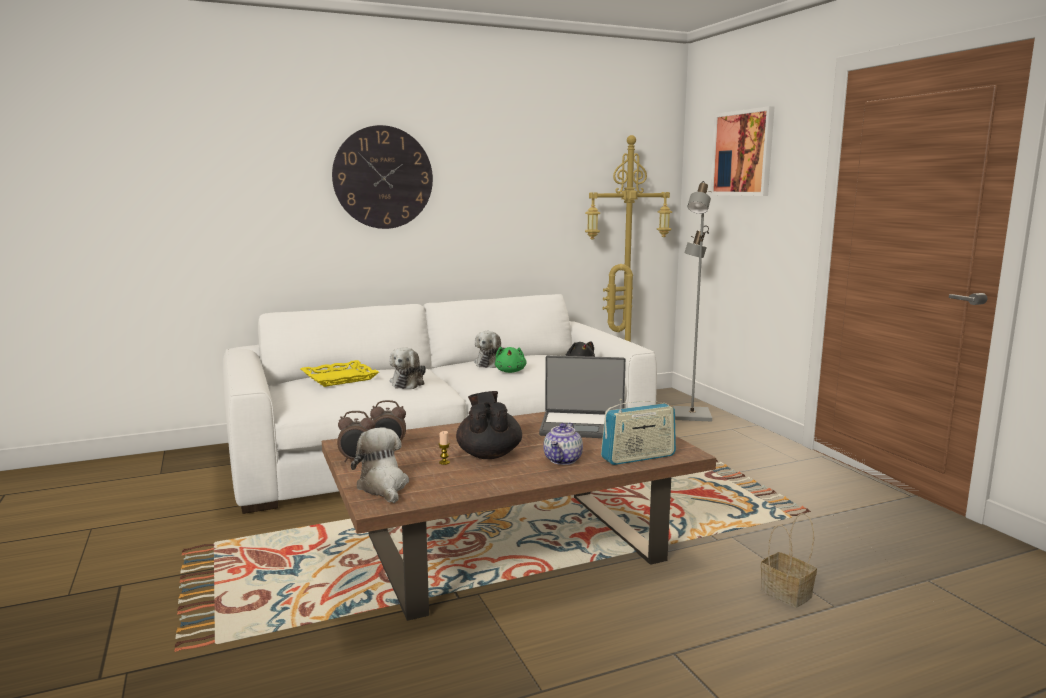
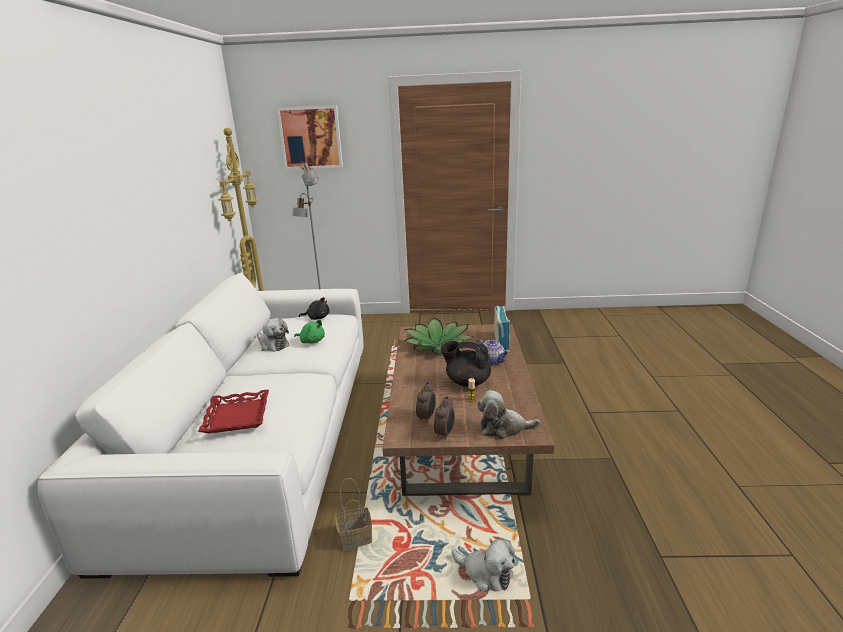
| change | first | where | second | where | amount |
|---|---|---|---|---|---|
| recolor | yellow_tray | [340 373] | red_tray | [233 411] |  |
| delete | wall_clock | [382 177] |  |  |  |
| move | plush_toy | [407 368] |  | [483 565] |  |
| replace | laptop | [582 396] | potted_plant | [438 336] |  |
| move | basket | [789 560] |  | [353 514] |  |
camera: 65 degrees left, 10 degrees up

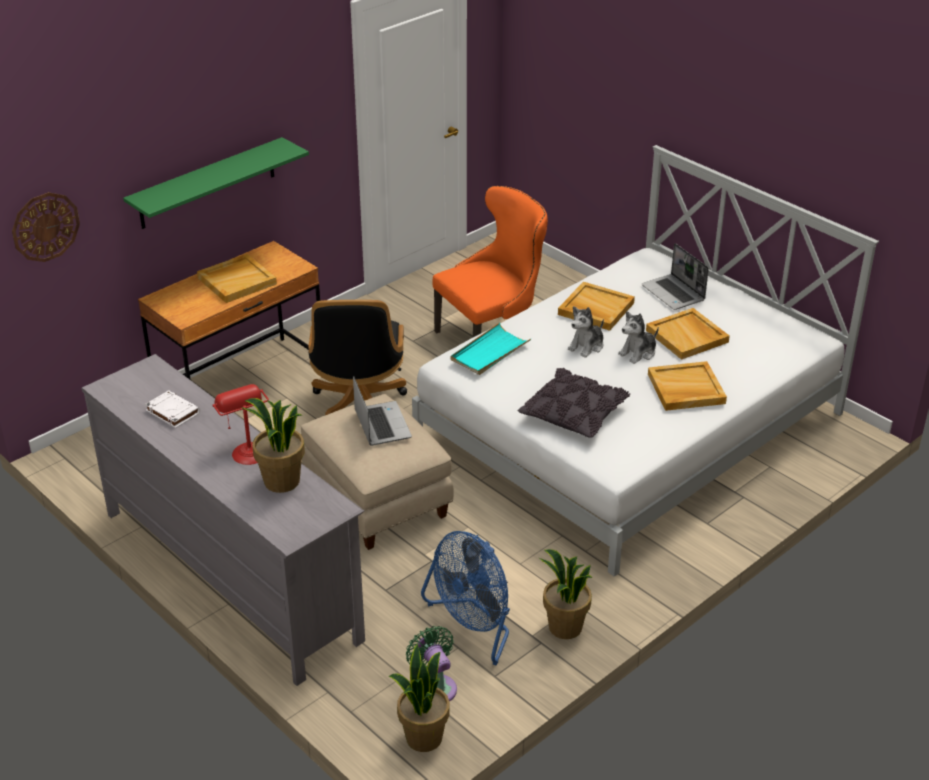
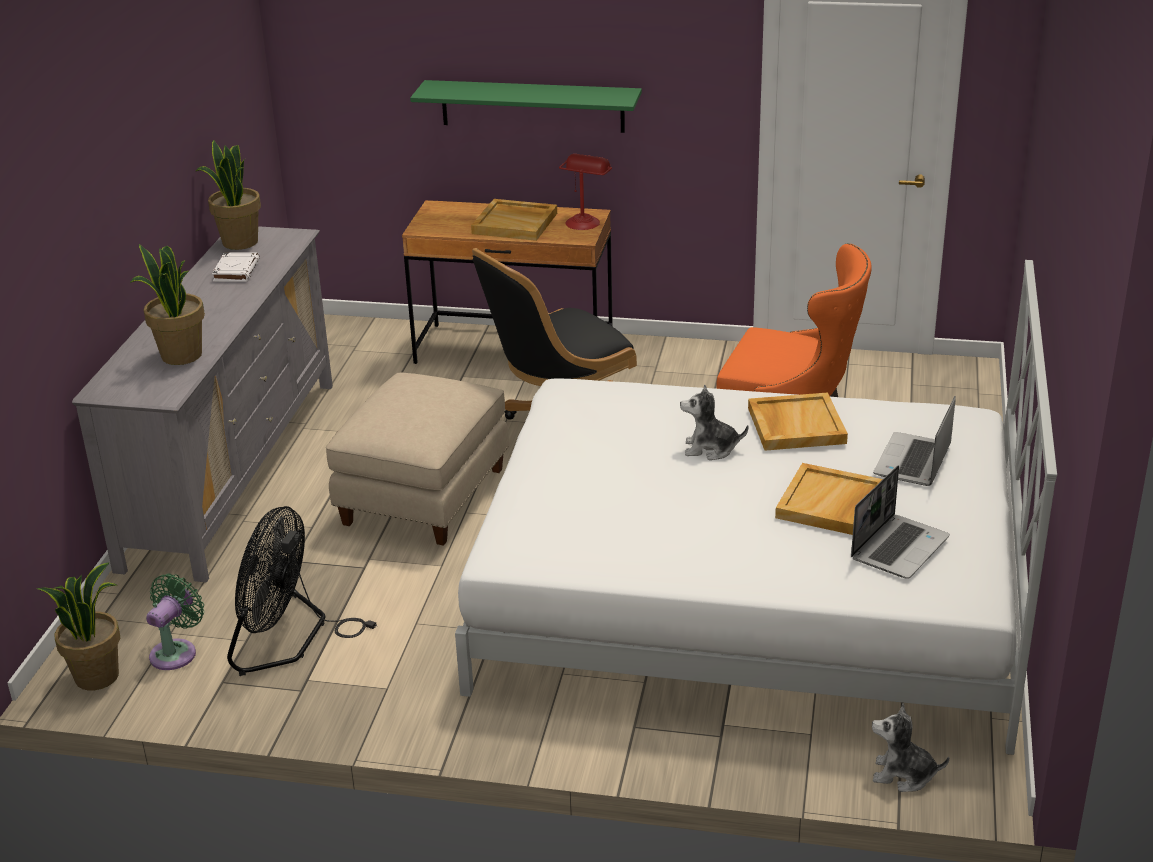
| change | first | where | second | where | amount |
|---|---|---|---|---|---|
| delete | wall_clock | [46 227] |  |  |  |
| move | red_table_lamp | [241 424] |  | [585 192] |  |
| move | laptop | [382 411] |  | [900 522] |  |
| recolor | blue_fan | [465 598] | black_fan | [302 591] |  |
| delete | turquoise_tray | [491 349] |  |  |  |
| delete | black_pillow | [574 403] |  |  |  |
| move | potted_plant | [565 594] |  | [228 195] |  |
| move | plush_toy | [638 337] |  | [910 748] |  |
| delete | beige_tray | [687 386] |  |  |  |
camera: 55 degrees right, 5 degrees down

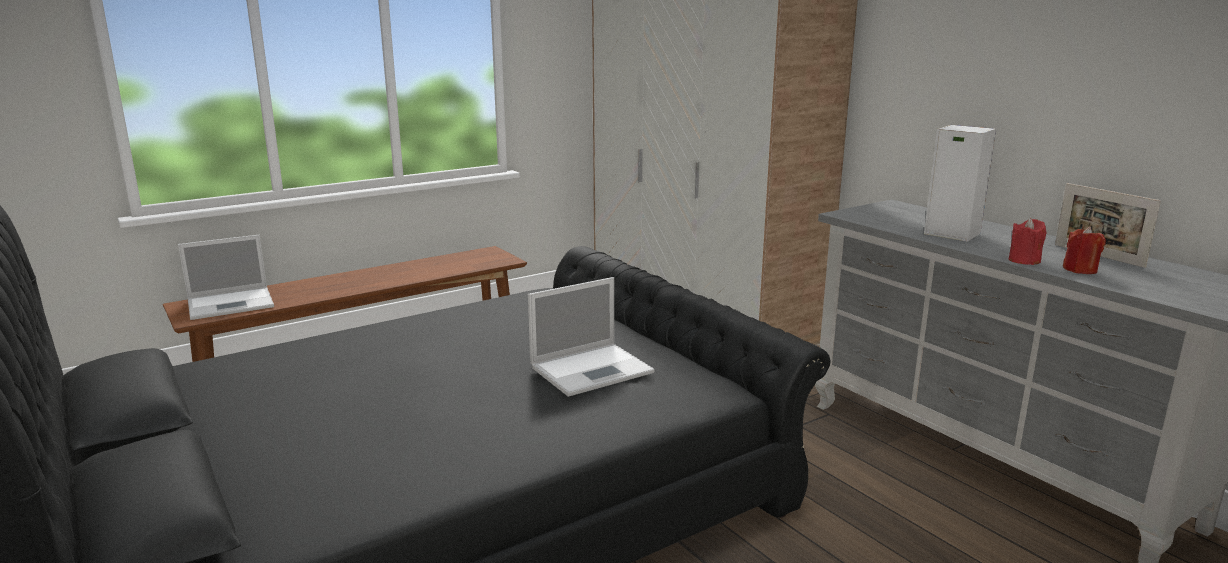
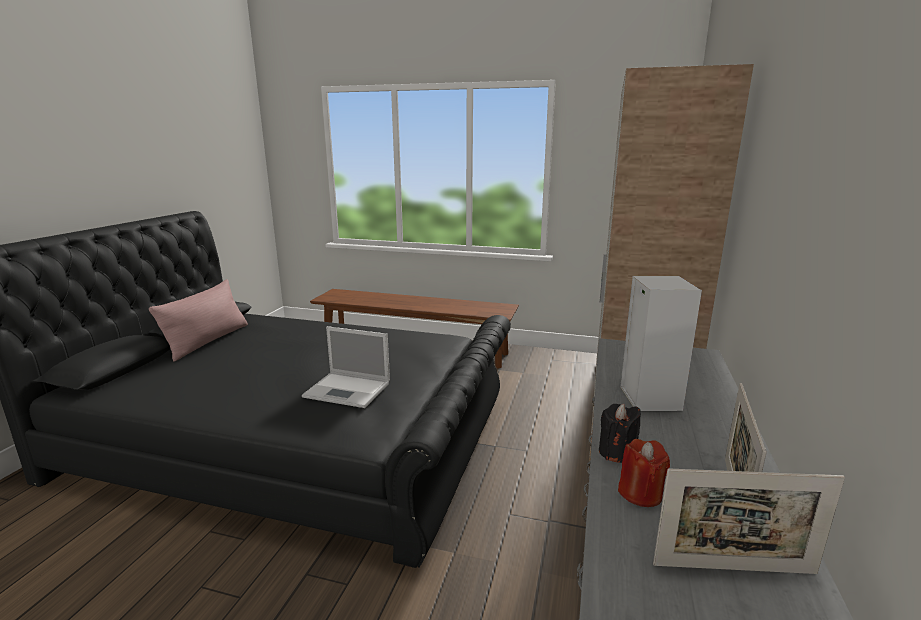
| change | first | where | second | where | amount |
|---|---|---|---|---|---|
| delete | laptop | [226 277] |  |  |  |
| recolor | red_candle | [1027 241] | black_candle | [620 433] |  |
| insert |  |  | pink_pillow | [198 320] |  |
| insert |  |  | picture_frame | [749 521] |  |
camera: 50 degrees right, 0 degrees up

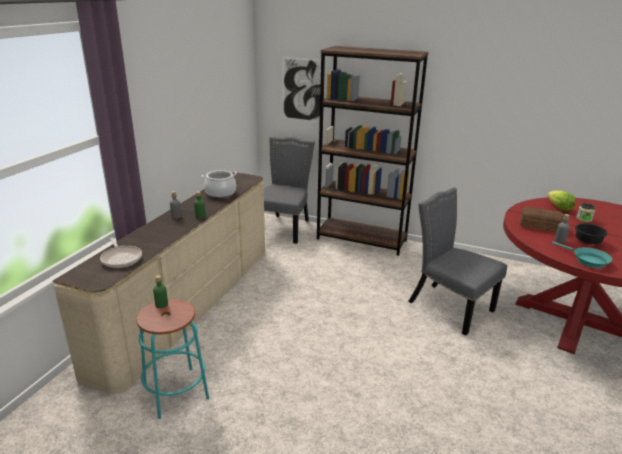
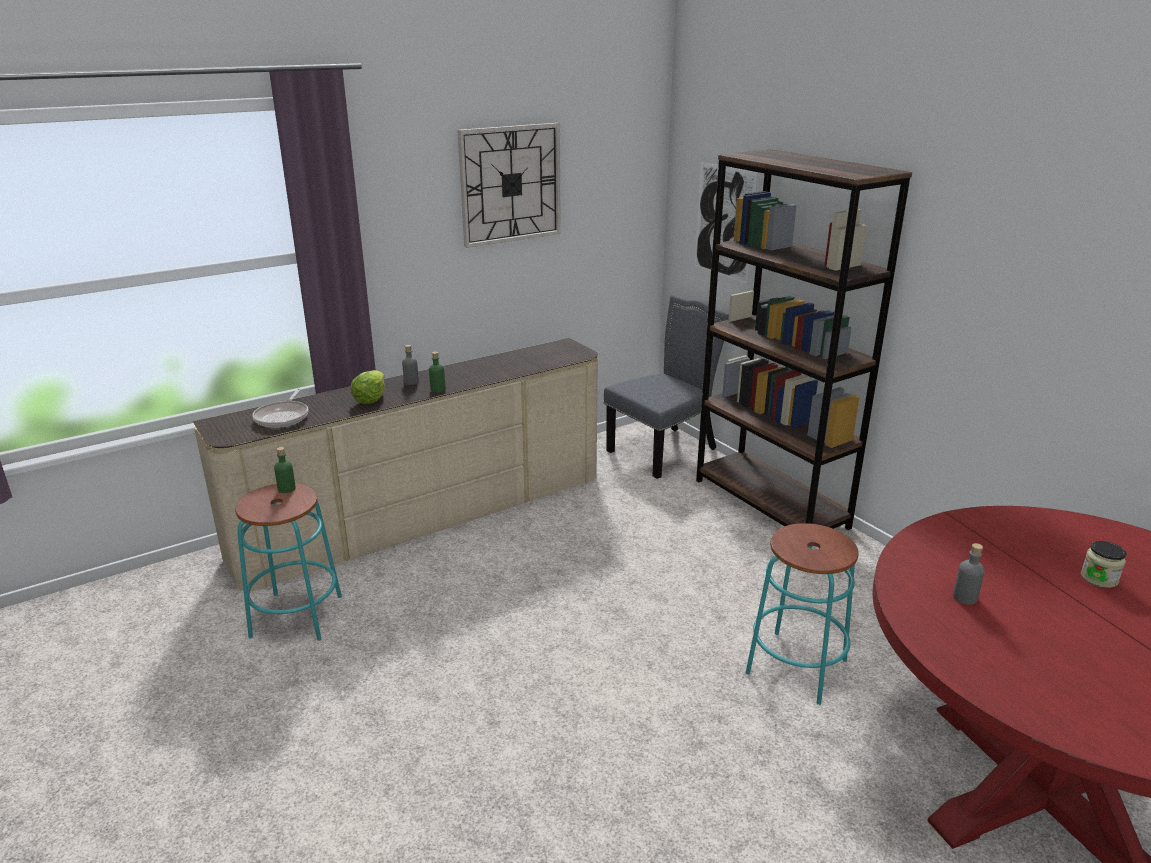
| change | first | where | second | where | amount |
|---|---|---|---|---|---|
| delete | cooking_pot | [219 184] |  |  |  |
| replace | grey_chair | [458 261] | turquoise_stool | [802 614] |  |
| delete | bread | [542 219] |  |  |  |
| move | lettuce | [561 200] |  | [368 387] |  |
| delete | turquoise_frying_pan | [582 255] |  |  |  |
| delete | black_bowl | [591 233] |  |  |  |
| insert |  |  | wall_clock | [509 185] |  |
camera: 35 degrees right, 0 degrees up

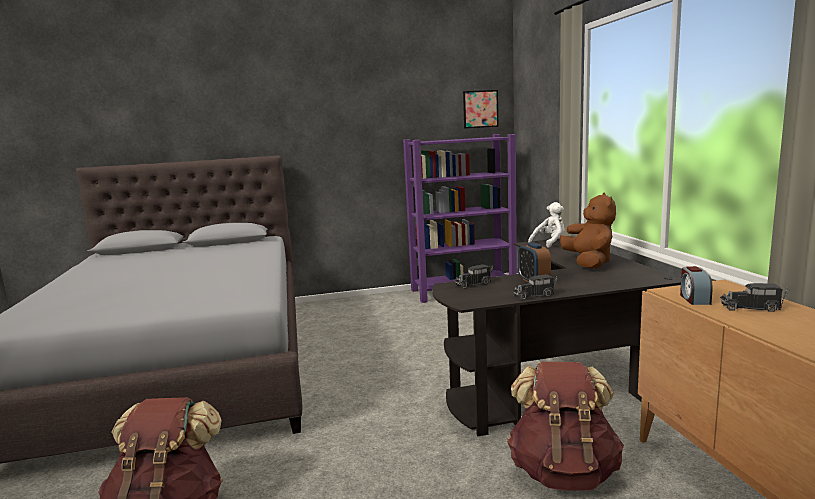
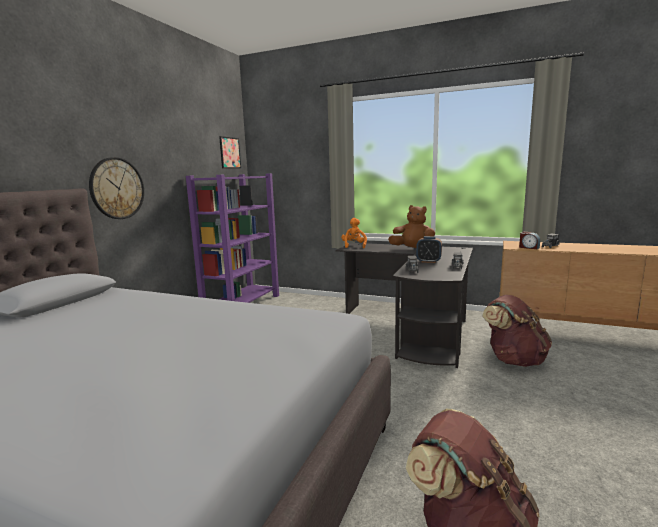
| change | first | where | second | where | amount |
|---|---|---|---|---|---|
| recolor | white_plush_toy | [546 225] | orange_plush_toy | [354 233] |  |
| insert |  |  | wall_clock | [116 188] |  |
camera: 55 degrees left, 0 degrees up

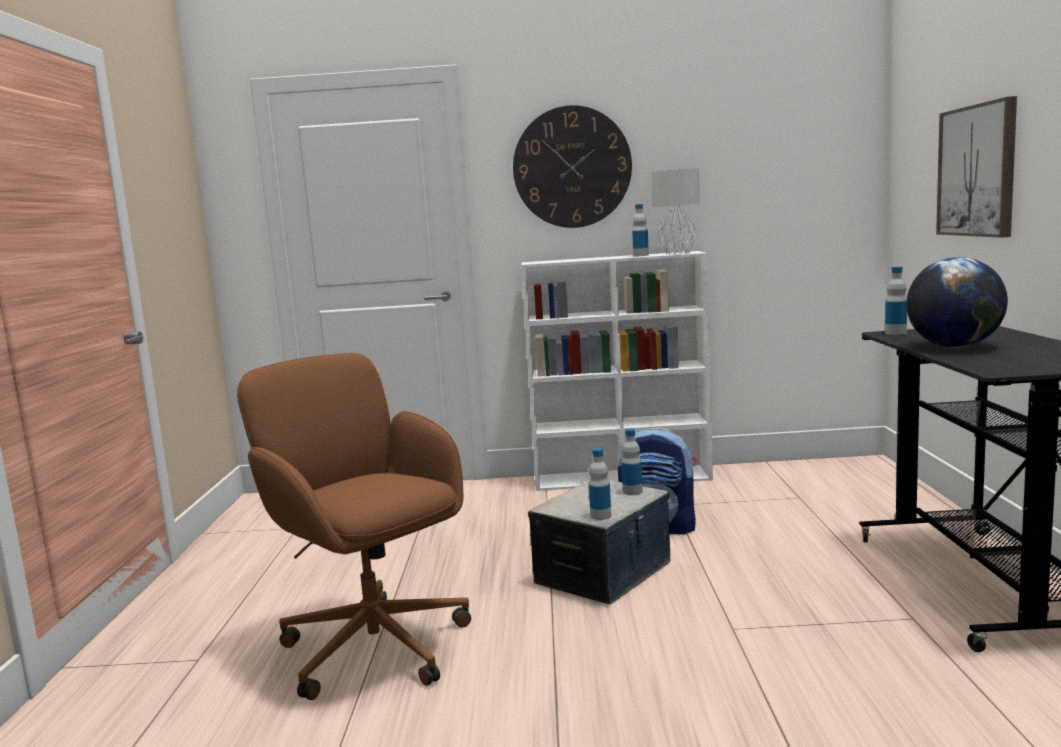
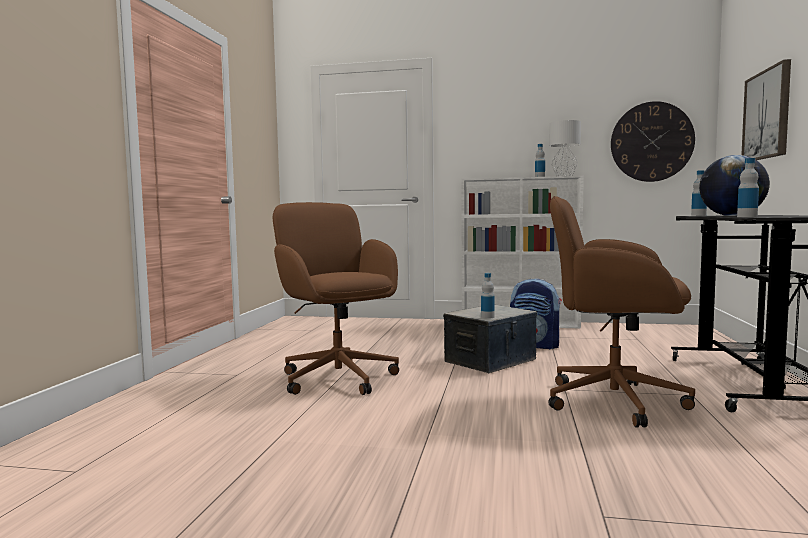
| change | first | where | second | where | amount |
|---|---|---|---|---|---|
| move | wall_clock | [572 166] |  | [653 141] |  |
| move | bottle | [632 461] |  | [748 187] |  |
| insert |  |  | brown_office_chair | [621 311] |  |
camera: 10 degrees right, 5 degrees down

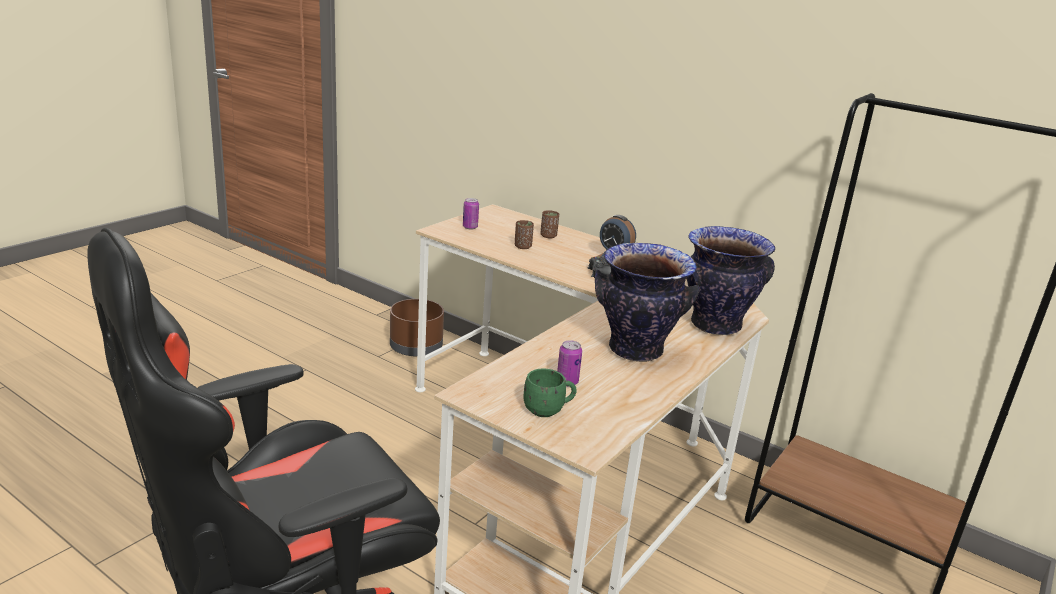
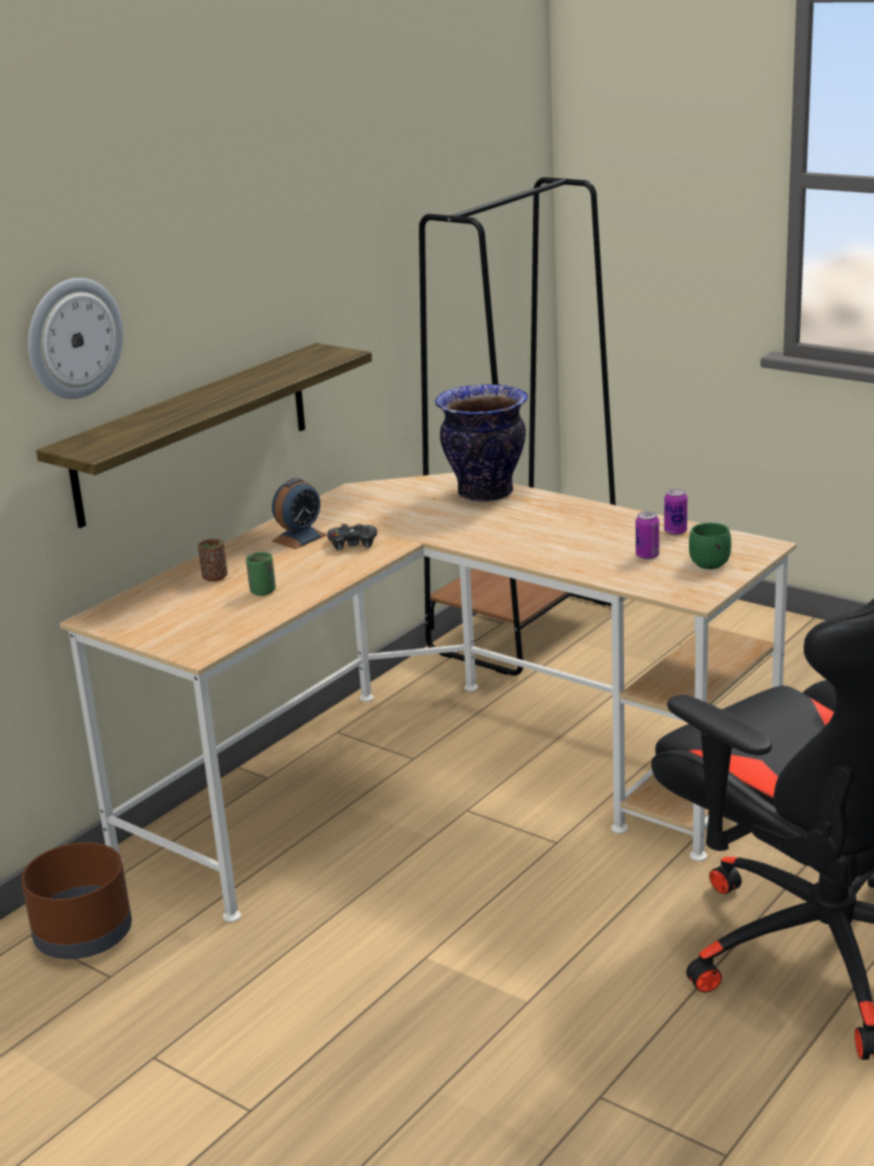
| change | first | where | second | where | amount |
|---|---|---|---|---|---|
| move | can | [471 213] |  | [675 512] |  |
| recolor | brown_cup | [524 234] | green_cup | [261 574] |  |
| delete | vase | [647 302] |  |  |  |
| insert |  |  | wall_clock | [75 338] |  |
| insert |  |  | shelf | [204 435] |  |
camera: 85 degrees left, 0 degrees up

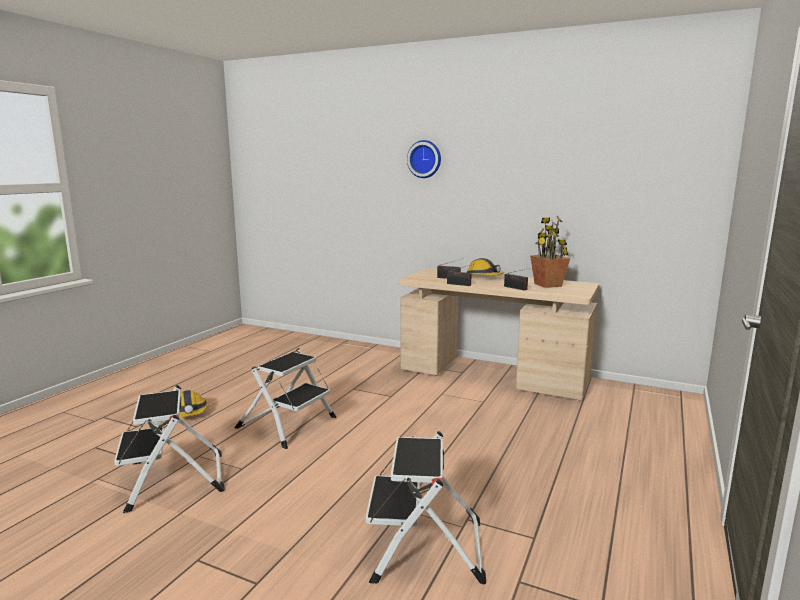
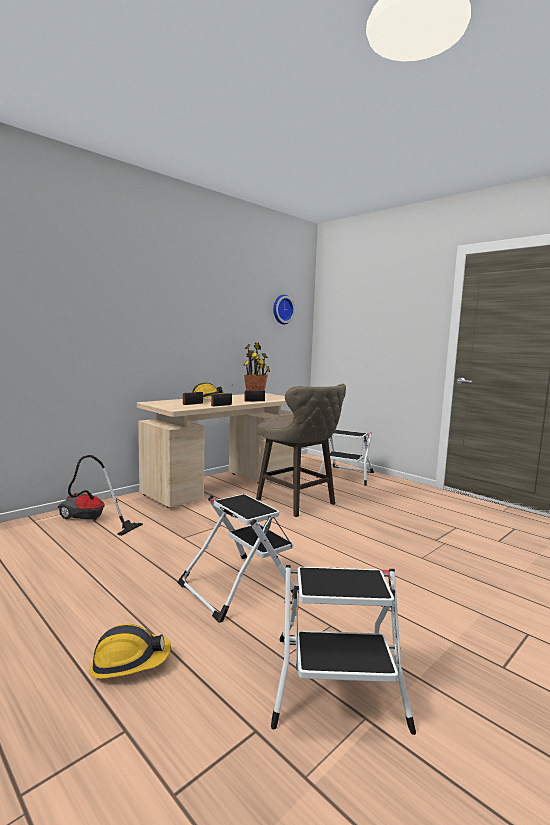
| change | first | where | second | where | amount |
|---|---|---|---|---|---|
| move | step_ladder | [426 507] |  | [345 458] |  |
| move | wall_clock | [424 159] |  | [284 309] |  |
| insert |  |  | vacuum_cleaner | [100 495] |  |
| insert |  |  | beige_stool | [301 450] |  |
camera: 70 degrees left, 5 degrees down

